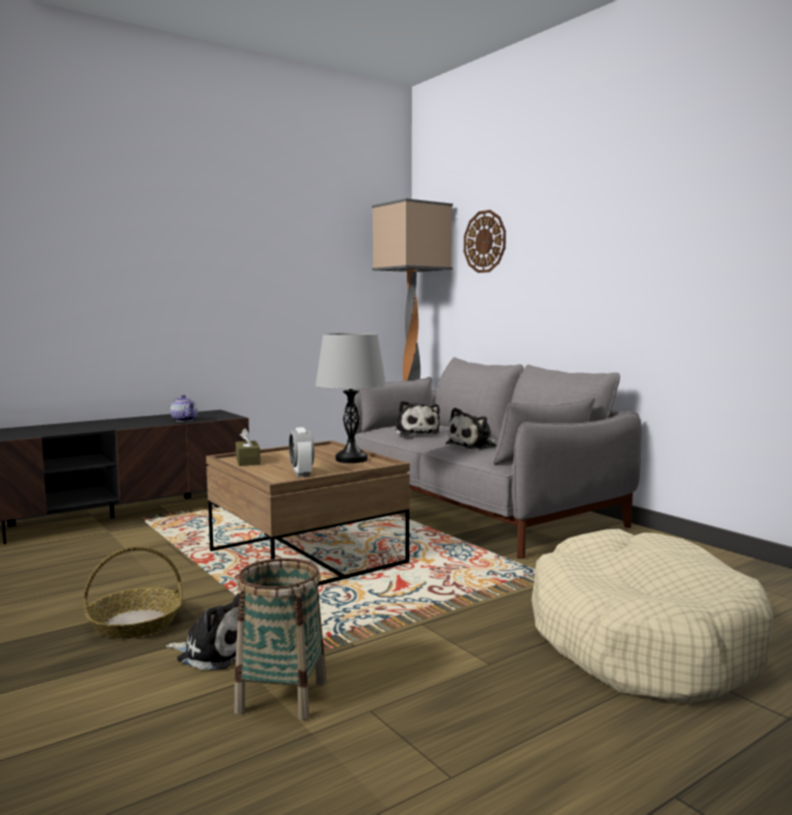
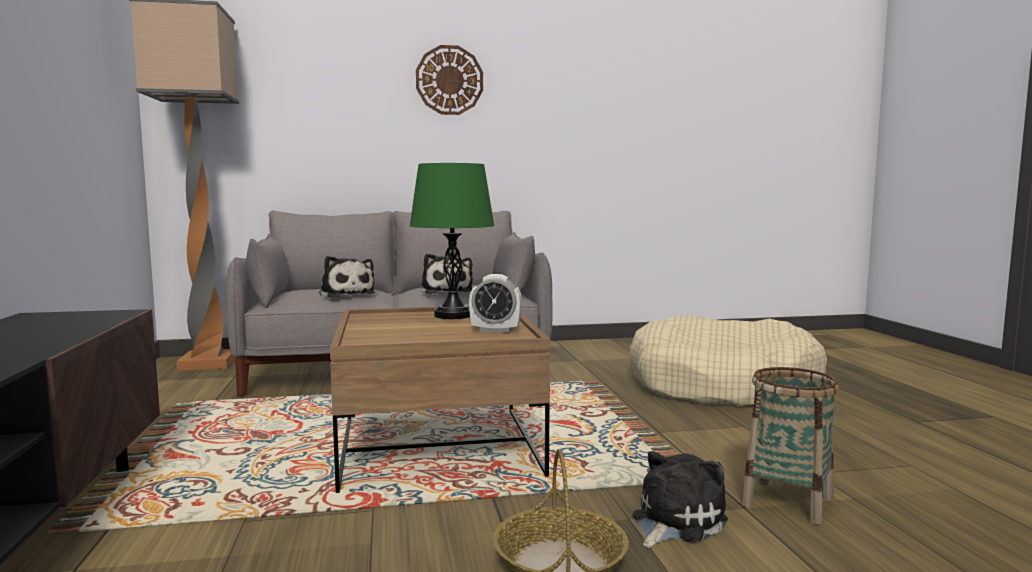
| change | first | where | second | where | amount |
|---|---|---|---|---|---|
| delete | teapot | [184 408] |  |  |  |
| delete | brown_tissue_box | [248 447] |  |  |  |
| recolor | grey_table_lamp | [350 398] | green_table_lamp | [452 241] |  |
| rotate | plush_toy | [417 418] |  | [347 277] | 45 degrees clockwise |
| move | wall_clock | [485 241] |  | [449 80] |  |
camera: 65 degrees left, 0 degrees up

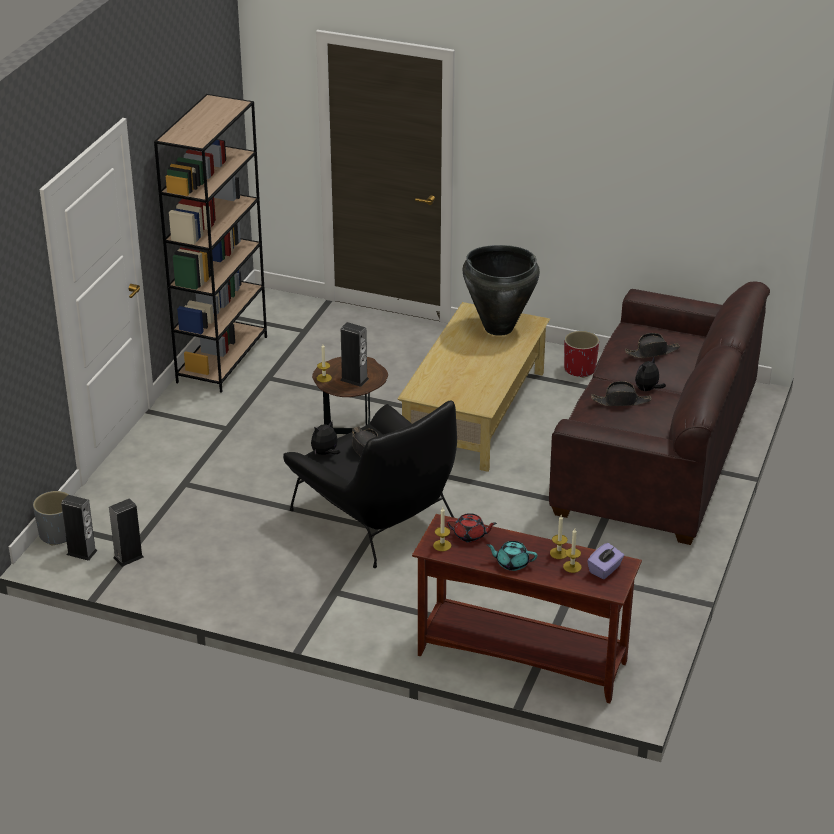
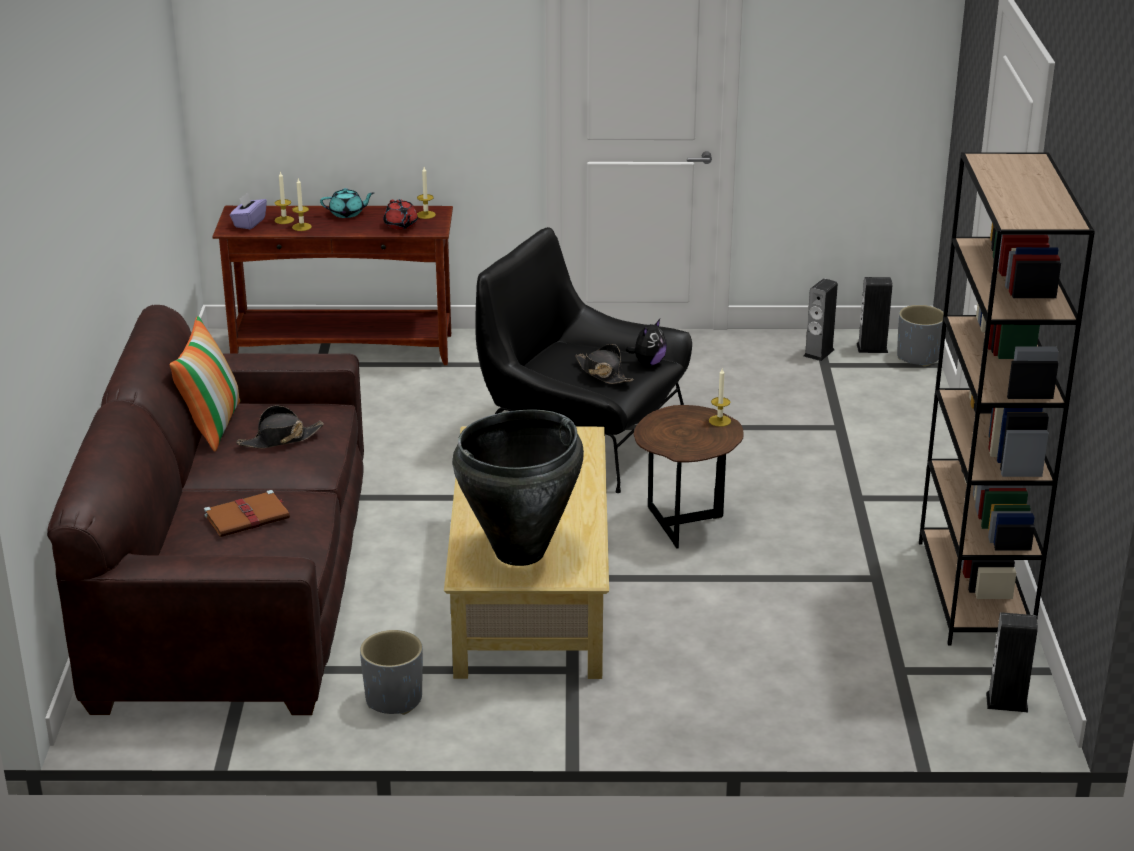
| change | first | where | second | where | amount |
|---|---|---|---|---|---|
| move | speaker | [354 354] |  | [1012 662] |  |
| rotate | red_teapot | [471 528] |  | [400 214] | 105 degrees counterclockwise |
| recolor | red_planter | [581 354] | grey_planter | [391 672] |  |
| replace | black_hat | [652 345] | brown_book | [247 513] |  |
| delete | plush_toy | [650 374] |  |  |  |
| insert |  |  | pillow | [205 384] |  |
camera: 160 degrees right, 5 degrees down

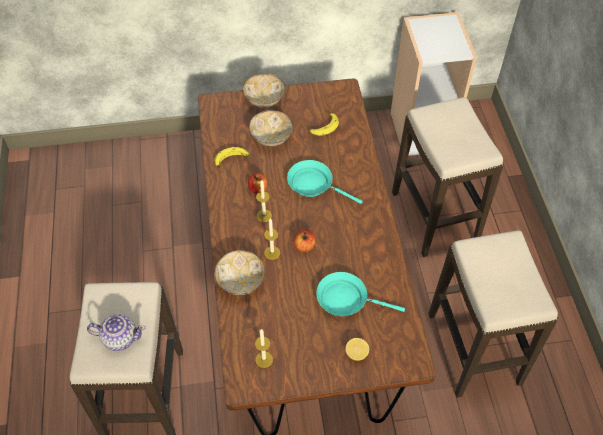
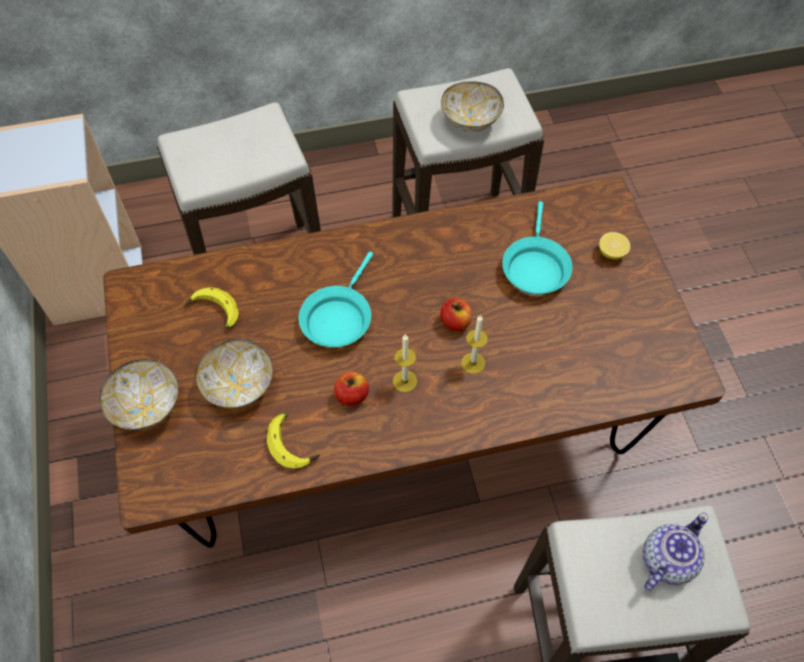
| change | first | where | second | where | amount |
|---|---|---|---|---|---|
| rotate | teapot | [116 332] |  | [675 552] | 45 degrees clockwise |
| move | bowl | [240 272] |  | [472 106] |  |
| delete | candle | [264 348] |  |  |  |
camera: 95 degrees left, 5 degrees up

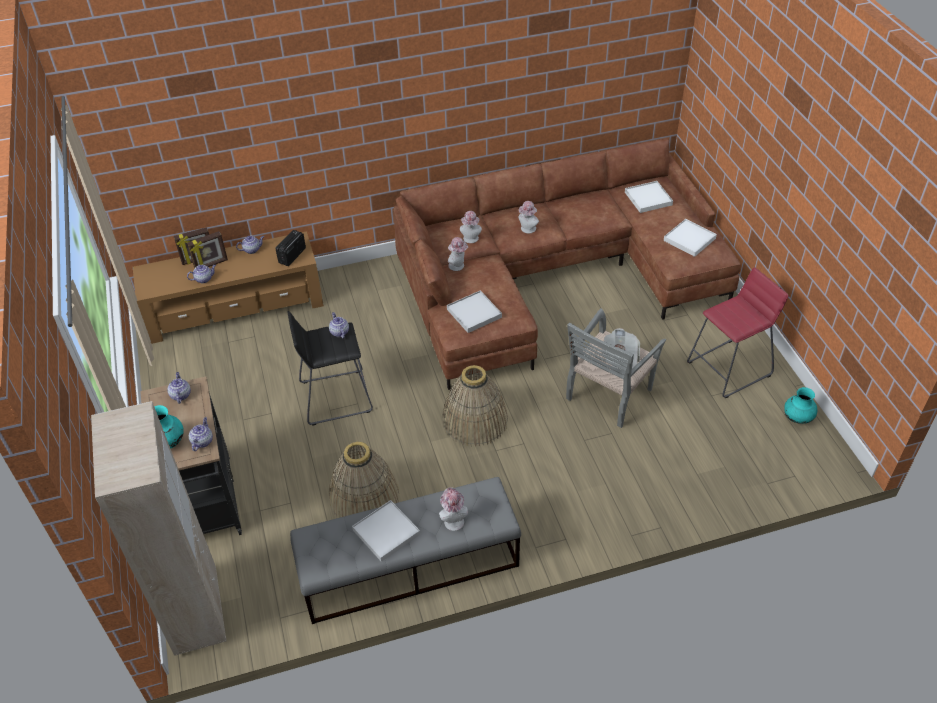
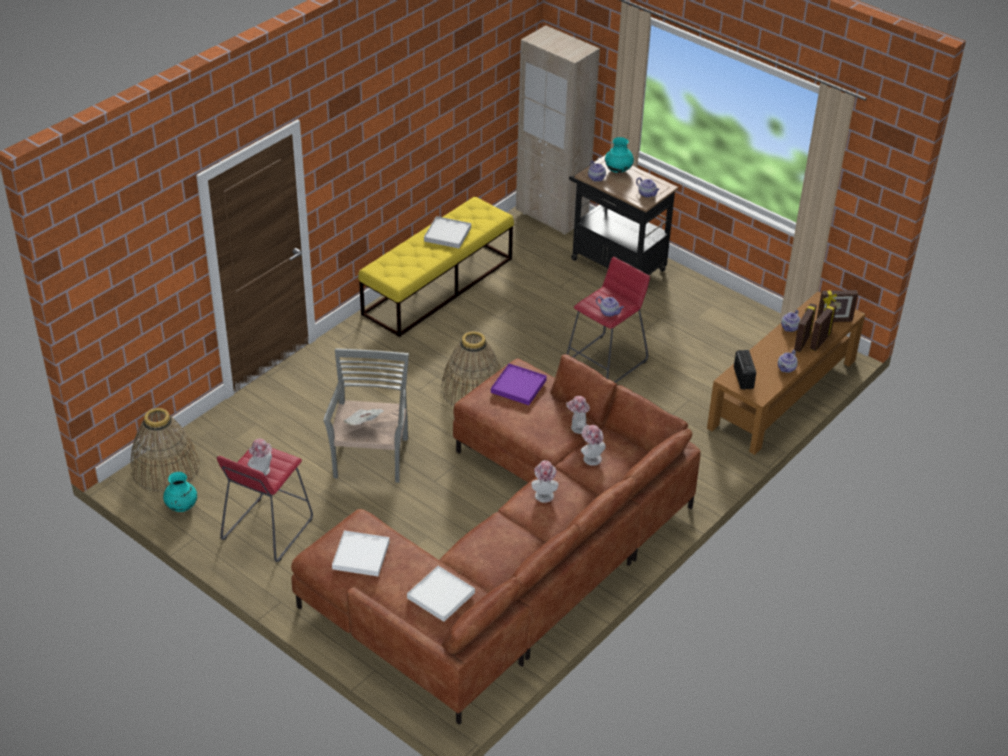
| change | first | where | second | where | amount |
|---|---|---|---|---|---|
| recolor | black_stool | [330 368] | red_stool | [608 320] |  |
| recolor | grey_bench | [405 550] | yellow_bench | [436 267] |  |
| move | basket | [364 480] |  | [165 450] |  |
| move | hat | [453 509] |  | [259 457] |  |
| recolor | white_tray | [474 311] | purple_tray | [519 384] |  |
| insert |  |  | picture_frame | [837 306] |  |
camera: 145 degrees right, 5 degrees down

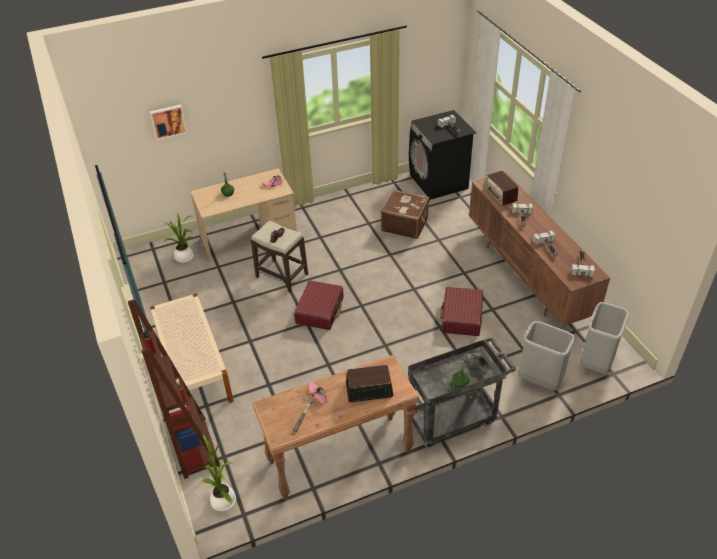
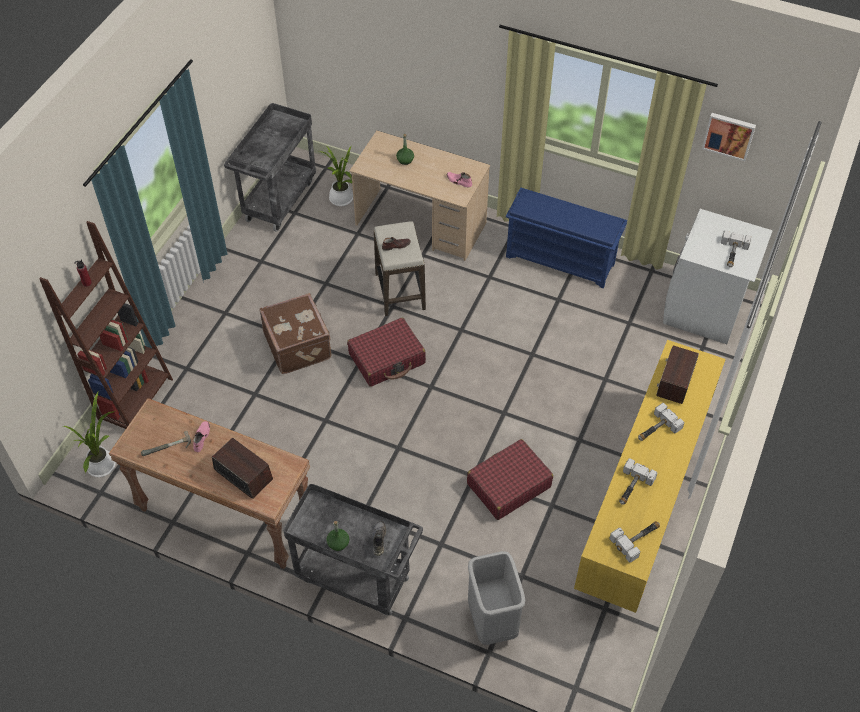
| change | first | where | second | where | amount |
|---|---|---|---|---|---|
| move | picture | [168 122] |  | [729 137] |  |
| delete | beige_bench | [192 348] |  |  |  |
| move | brown_suitcase | [405 214] |  | [295 333] |  |
| recolor | black_washing_machine | [442 155] | white_washing_machine | [718 276] |  |
| recolor | brown_cabinet | [539 249] | yellow_cabinet | [650 476] |  |
| delete | grey_trash_can | [604 337] |  |  |  |
| insert |  |  | grey_cart | [270 167] |  |
| insert |  |  | blue_shoe_rack | [566 238] |  |
camera: 45 degrees right, 10 degrees up

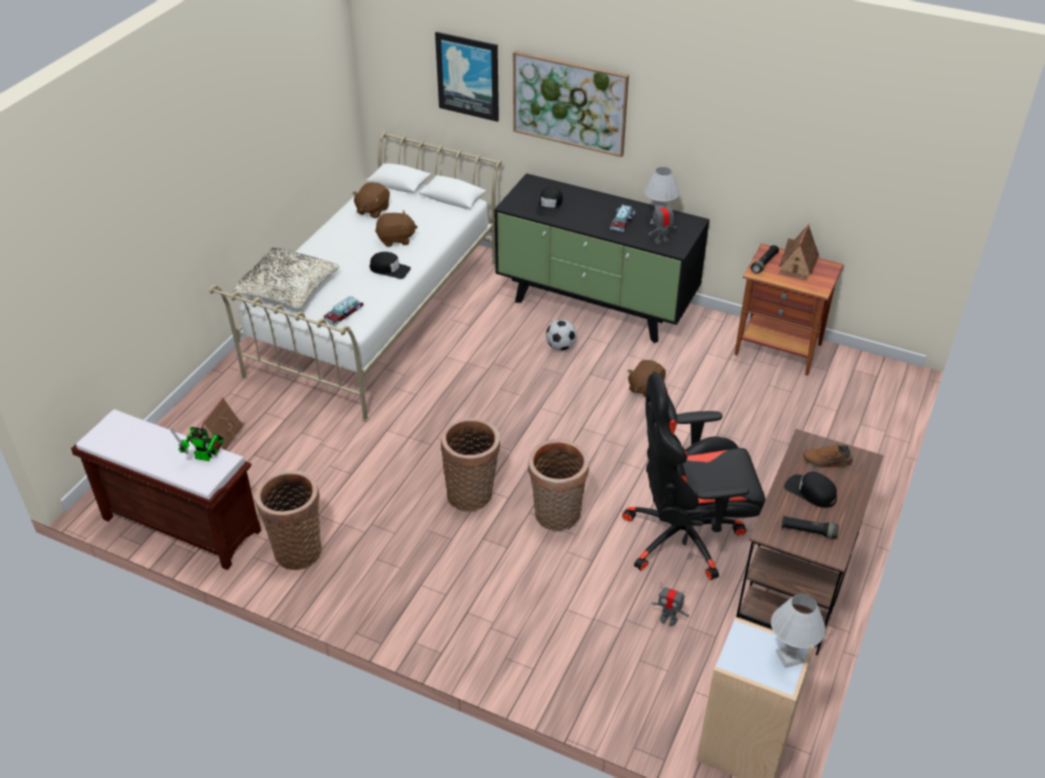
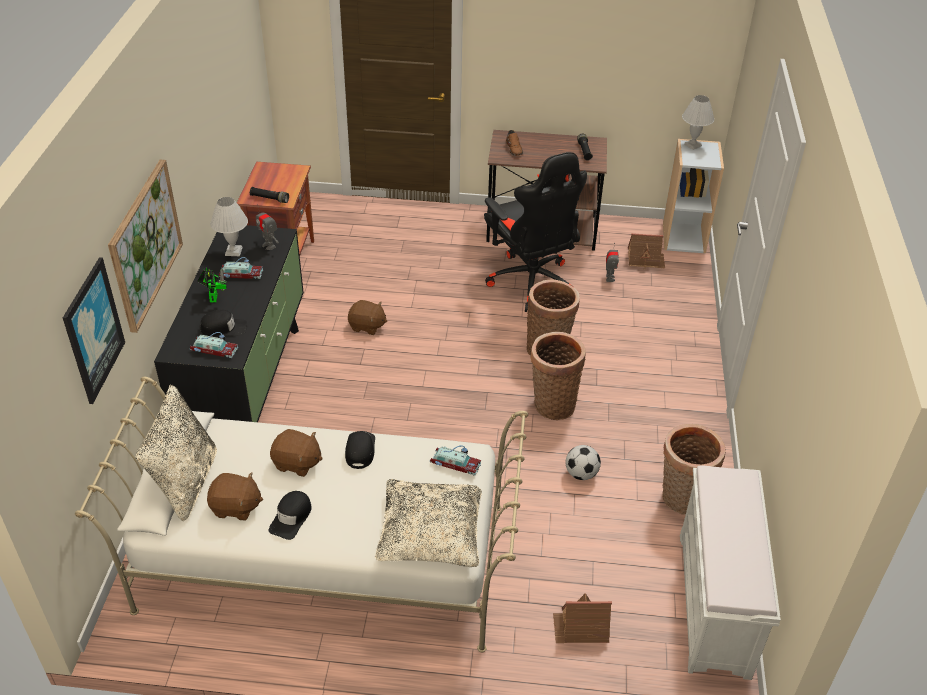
| change | first | where | second | where | amount |
|---|---|---|---|---|---|
| recolor | brown_bench | [166 489] | white_bench | [730 572] |  |
| move | toy_robot | [197 444] |  | [212 285] |  |
| rotate | brown_plush_toy | [396 228] |  | [296 453] | 135 degrees clockwise |
| move | football | [561 335] |  | [583 462] |  |
| move | toy_house | [799 252] |  | [646 251] |  |
| move | black_cap | [810 490] |  | [290 515] |  |
| insert |  |  | beige_pillow | [176 452] |  |
| insert |  |  | toy_car | [214 345] |  |
camera: 110 degrees left, 0 degrees up

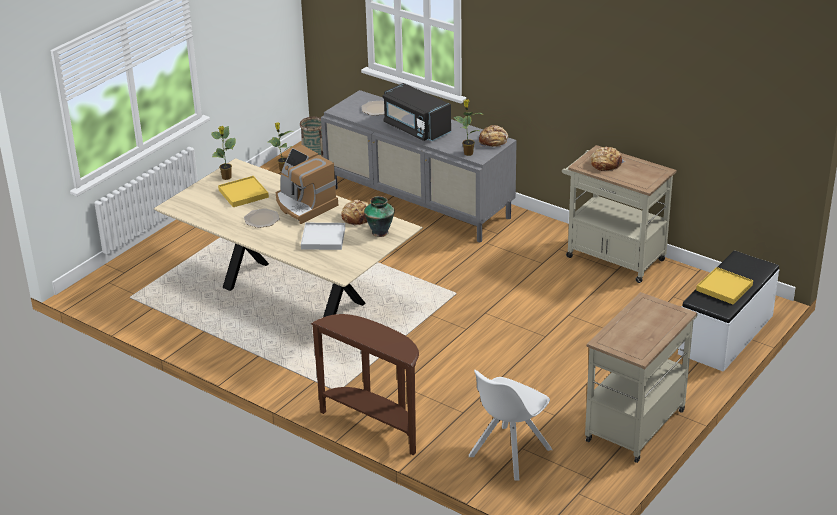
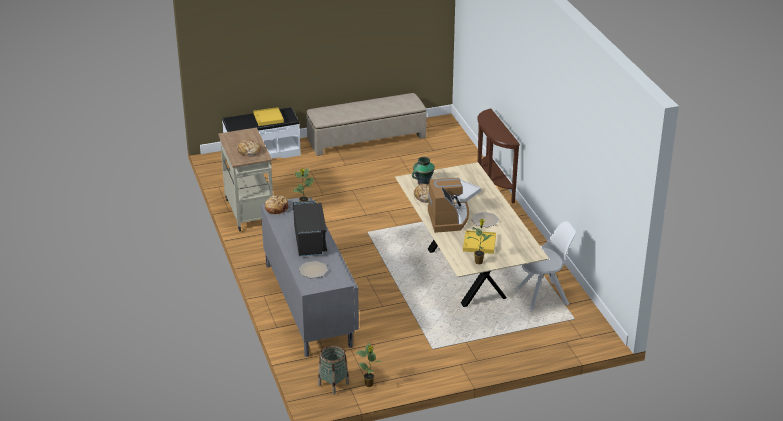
| change | first | where | second | where | amount |
|---|---|---|---|---|---|
| move | white_chair | [510 425] |  | [546 266] |  |
| replace | beige_cart | [641 377] | beige_bench | [366 124] |  |
camera: 145 degrees left, 0 degrees up

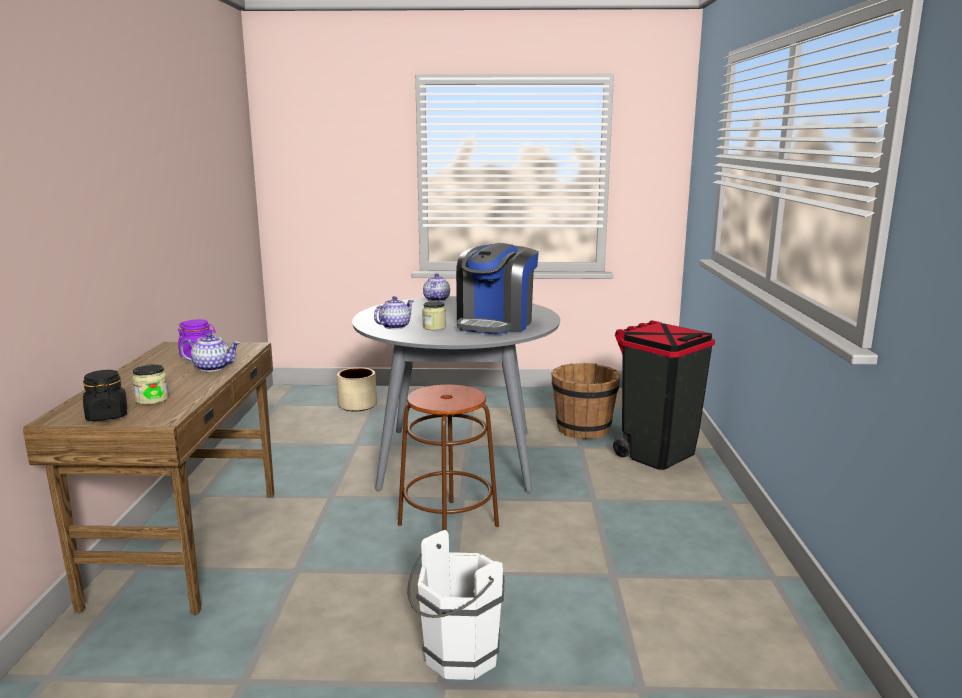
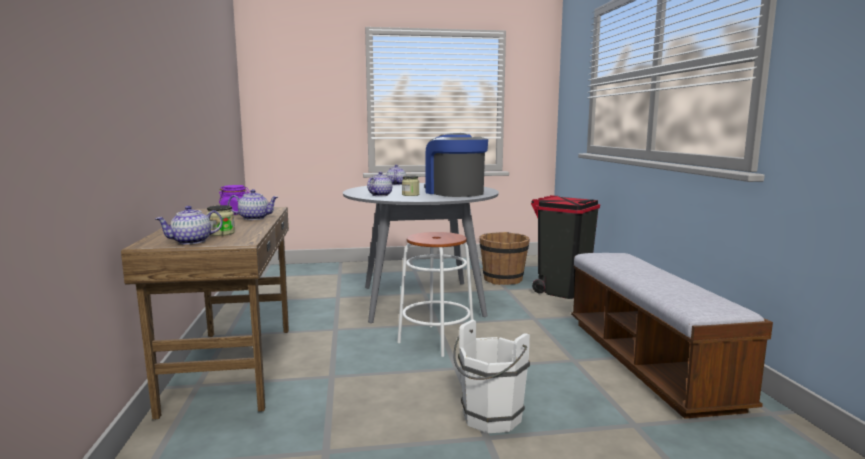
| change | first | where | second | where | amount |
|---|---|---|---|---|---|
| replace | black_jar | [105 395] | teapot | [189 225] |  |
| delete | beige_planter | [357 389] |  |  |  |
| recolor | brown_stool | [448 458] | white_stool | [435 294] |  |
| rotate | coffee_machine | [497 288] |  | [456 165] | 135 degrees clockwise |
| insert |  |  | bench | [672 336] |  |
camera: 10 degrees left, 5 degrees down

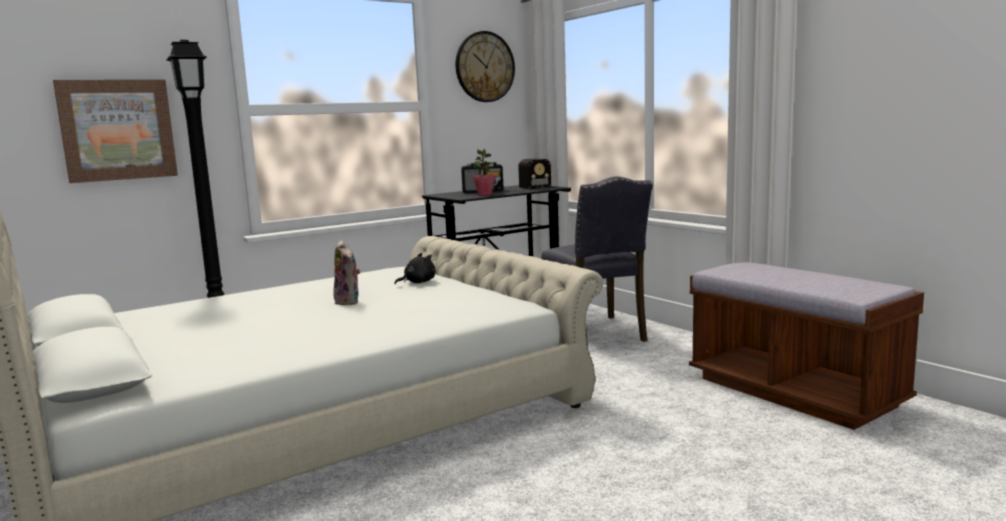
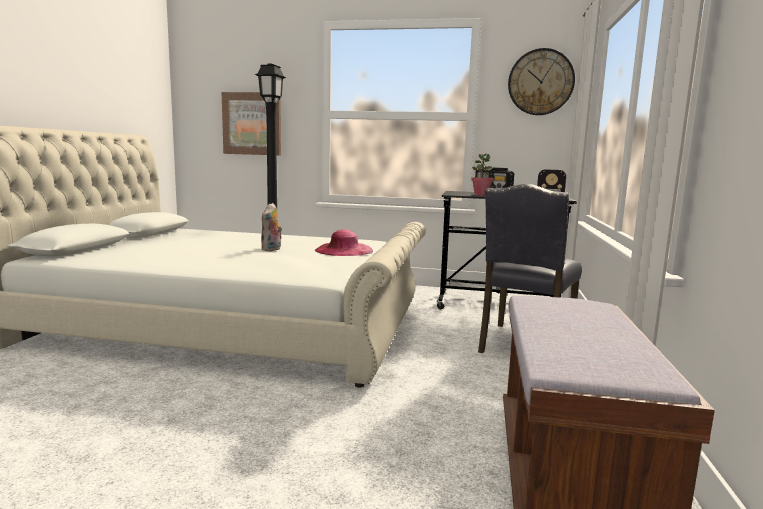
| change | first | where | second | where | amount |
|---|---|---|---|---|---|
| replace | black_plush_toy | [415 268] | pink_hat | [344 242] |  |
camera: 45 degrees right, 0 degrees up

